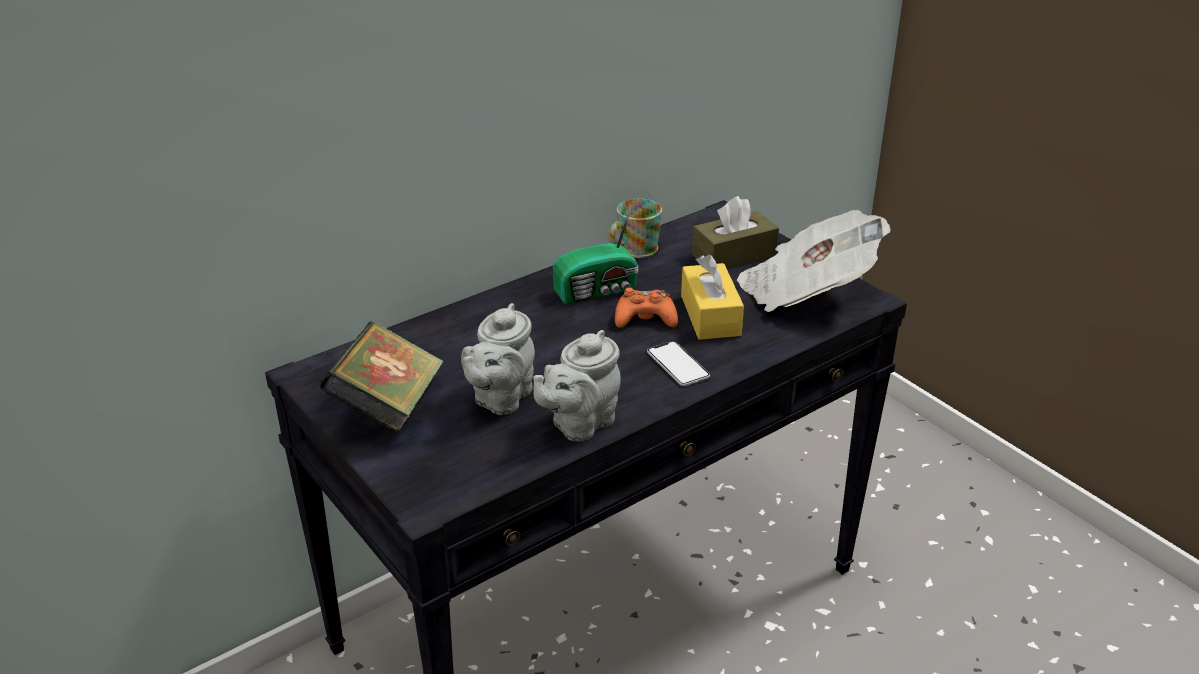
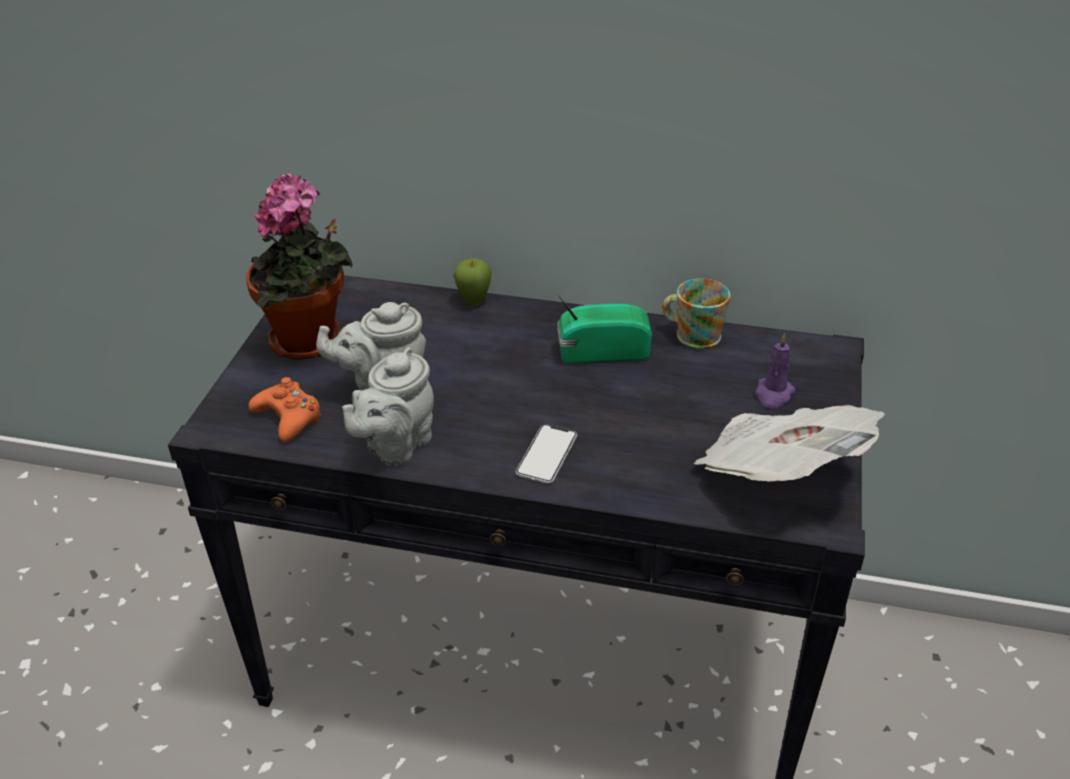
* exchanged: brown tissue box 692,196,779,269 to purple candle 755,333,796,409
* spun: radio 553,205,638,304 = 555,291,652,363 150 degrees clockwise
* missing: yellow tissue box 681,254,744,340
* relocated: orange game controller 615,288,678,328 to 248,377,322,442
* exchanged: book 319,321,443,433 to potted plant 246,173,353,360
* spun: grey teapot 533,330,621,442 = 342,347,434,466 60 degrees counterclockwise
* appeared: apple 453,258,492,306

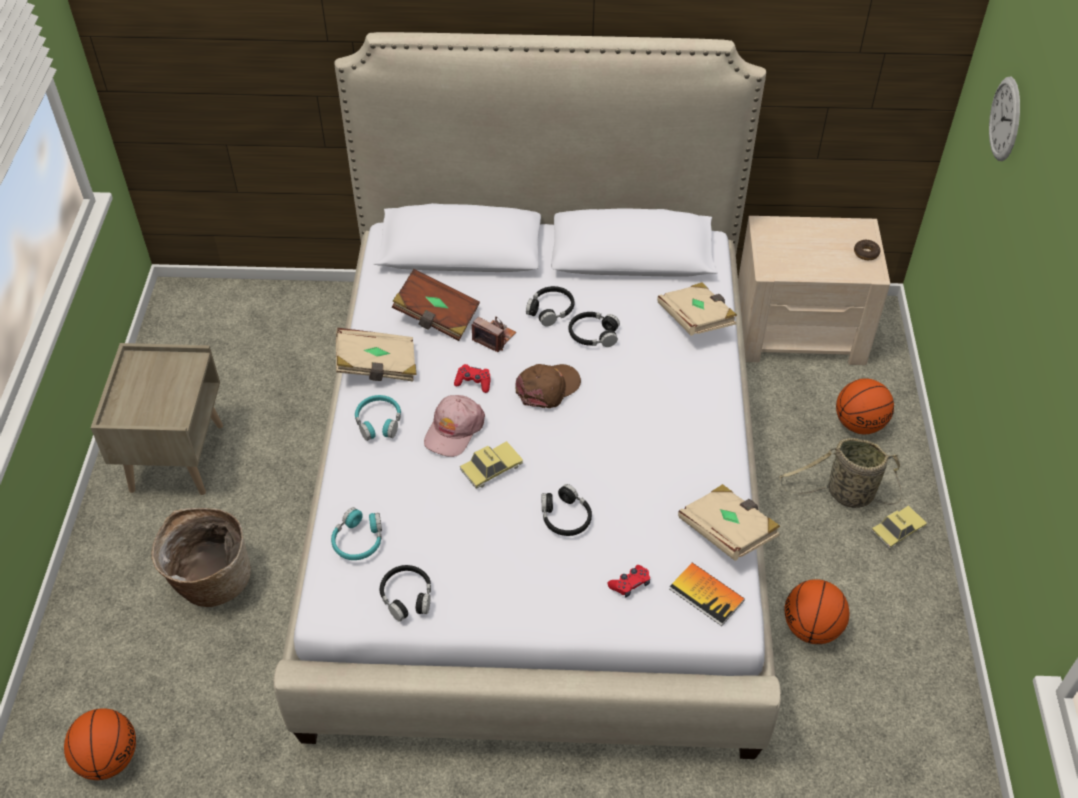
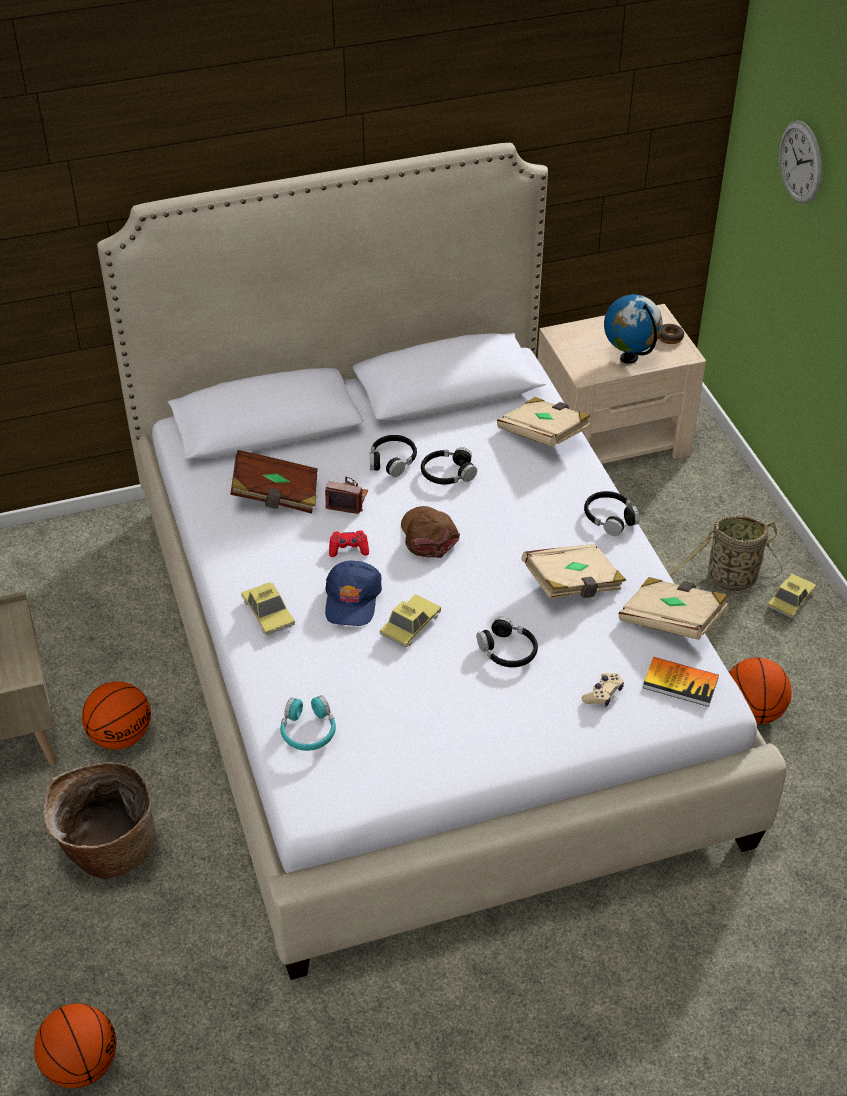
* relocated: beige book 336,328,417,382 to 522,544,626,599
* spun: brown cap 515,364,581,408 = 401,506,460,558 45 degrees counterclockwise
* relocated: basketball 836,378,894,434 to 82,681,151,750
* exchanged: turquoise headphones 355,395,401,441 to toy car 241,582,295,635
* colour: pink cap 424,395,485,457 to blue cap 325,561,382,626
* relocated: black headphones 380,565,431,622 to 584,491,639,536
* colour: red game controller 608,565,650,597 to beige game controller 582,673,624,706
* appeared: globe 604,294,663,364

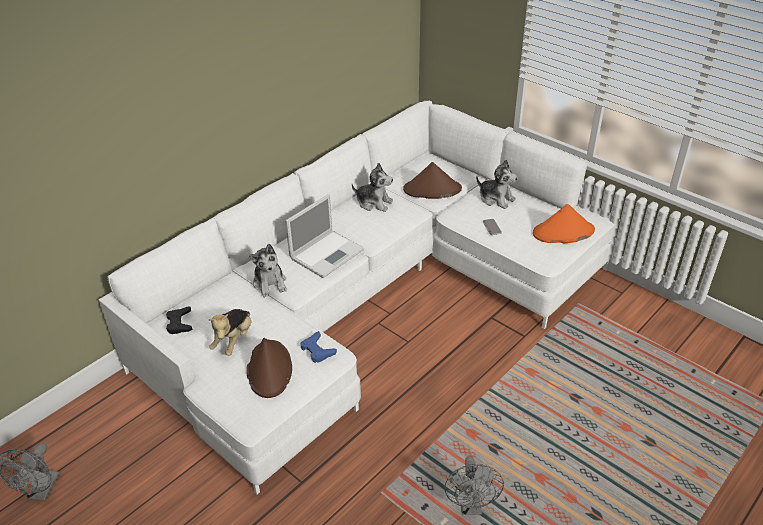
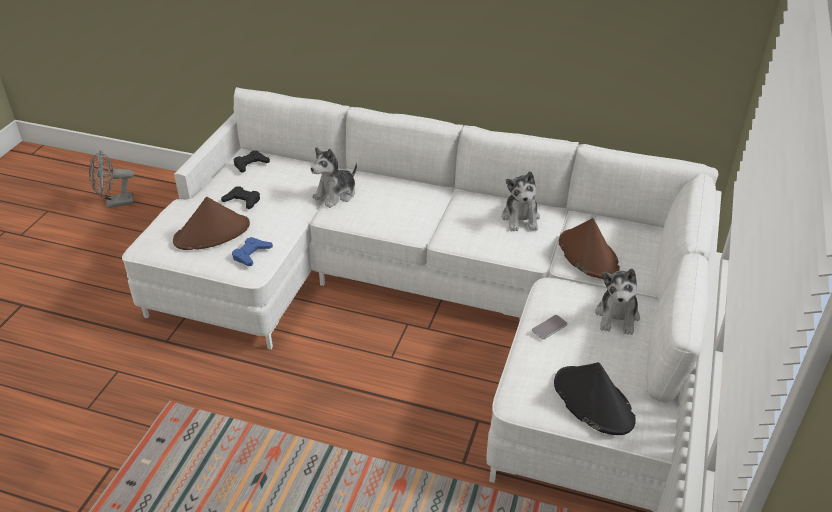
* missing: laptop 285,194,364,278
* colour: orange hat 533,204,595,243 to black hat 554,362,636,435
* exchanged: plush toy 209,309,251,356 to black game controller 221,186,260,209
* missing: grey fan 444,456,504,515

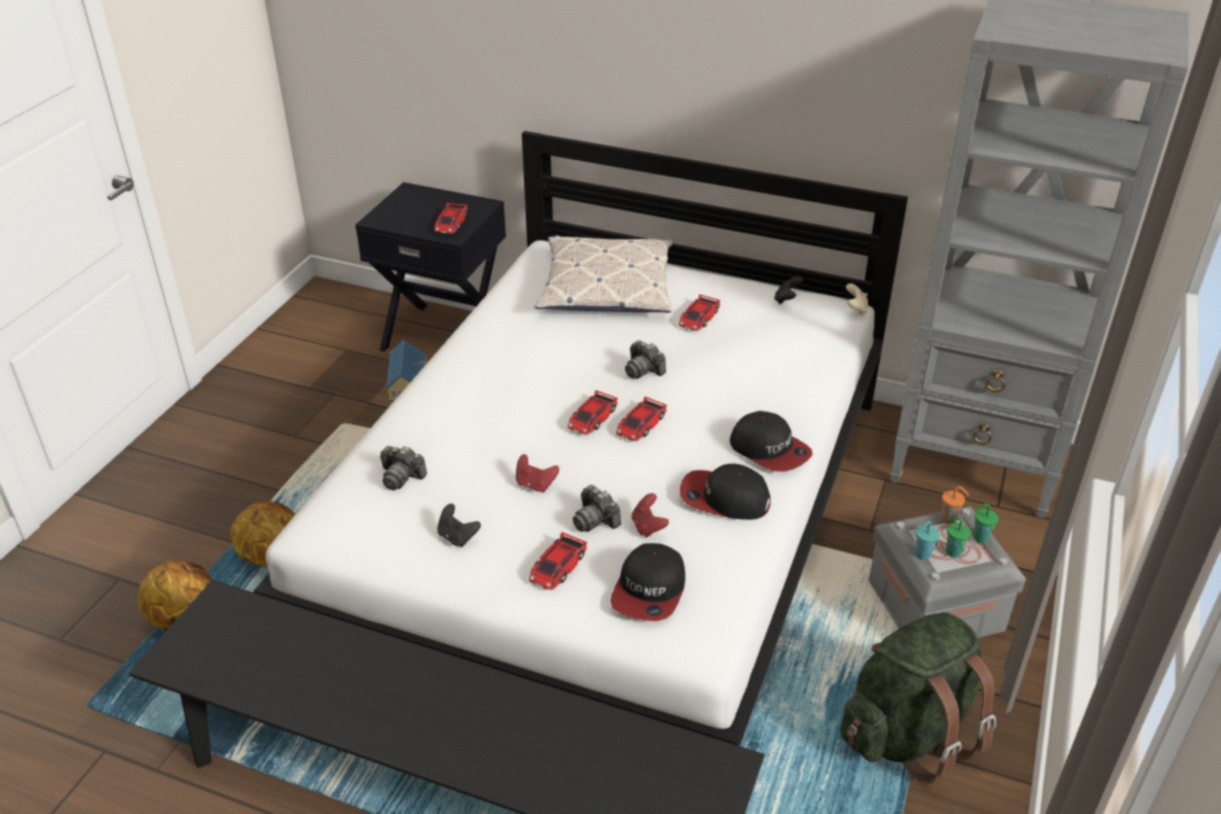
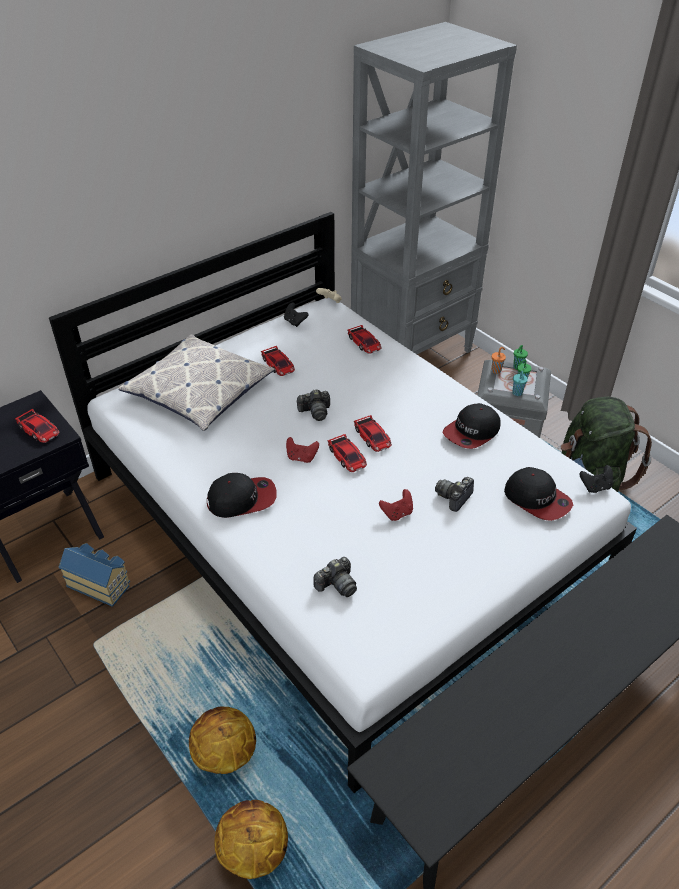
* relocated: cap 730,411,813,472 to 207,473,276,518
* spun: photo camera 573,485,621,532 = 435,477,474,512 135 degrees clockwise
* relocated: red game controller 632,493,669,538 to 286,437,319,463
* relocated: black game controller 437,504,481,547 to 580,465,613,493
* relocated: toy car 529,532,587,590 to 348,325,382,354

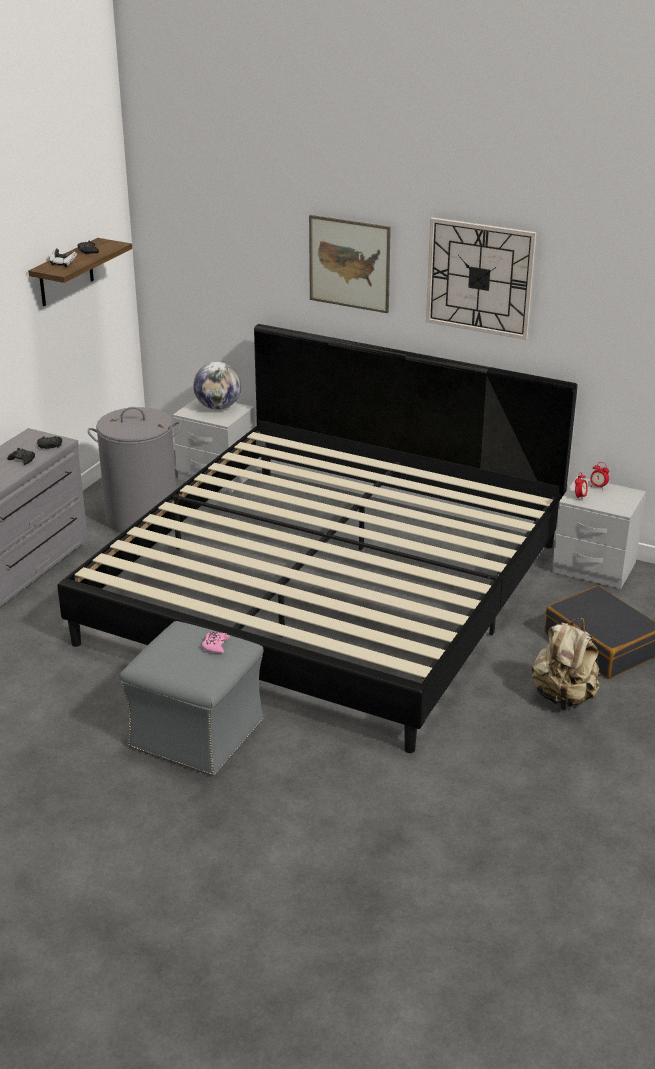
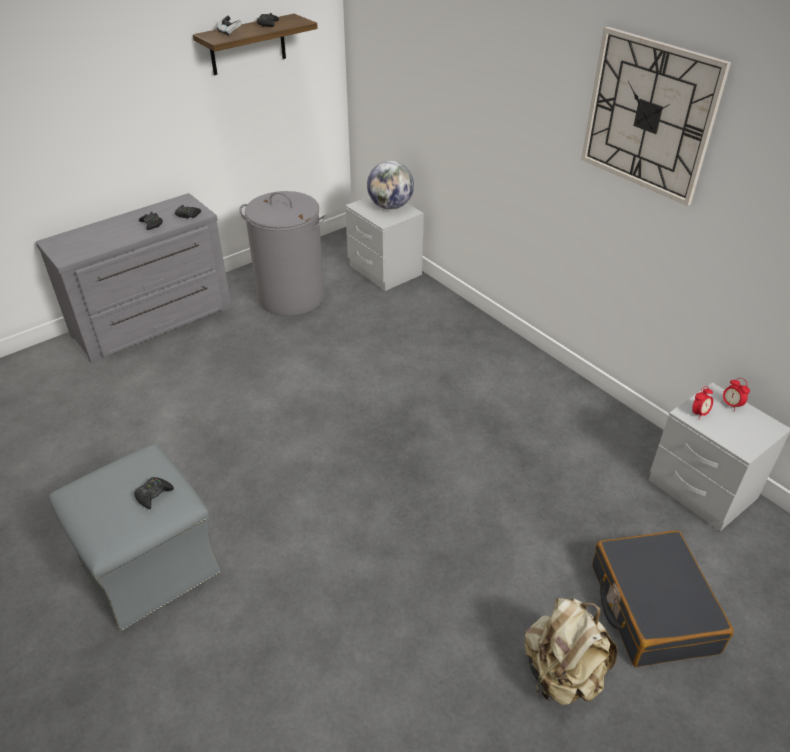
* missing: picture 309,215,391,313
* missing: bed 57,324,578,753
* colour: pink game controller 202,632,230,654 to black game controller 134,477,174,509

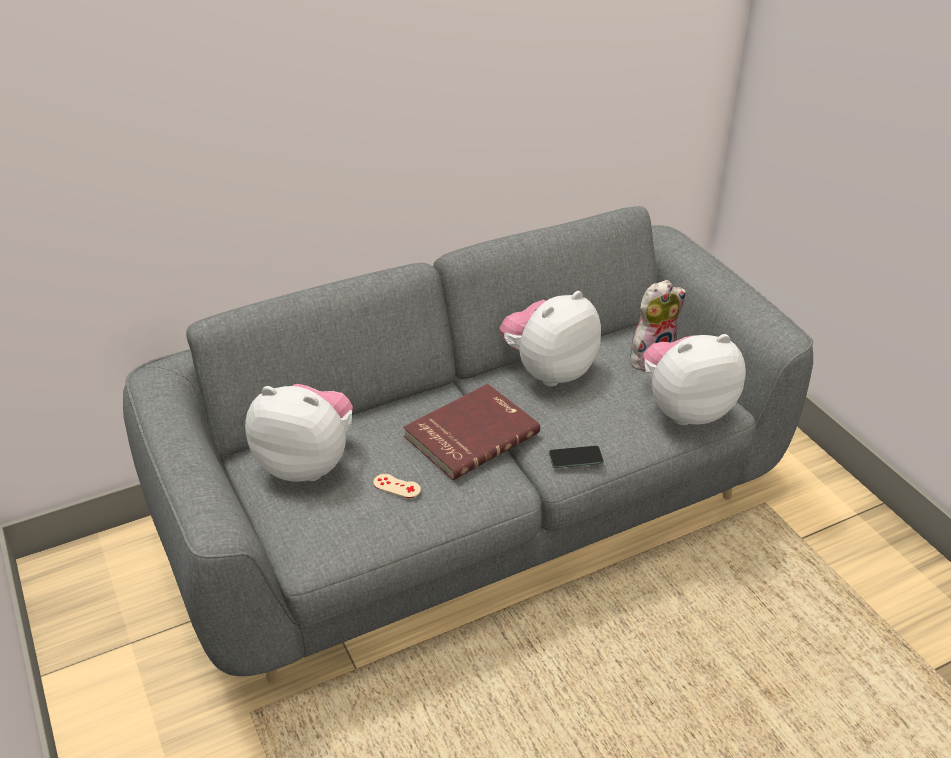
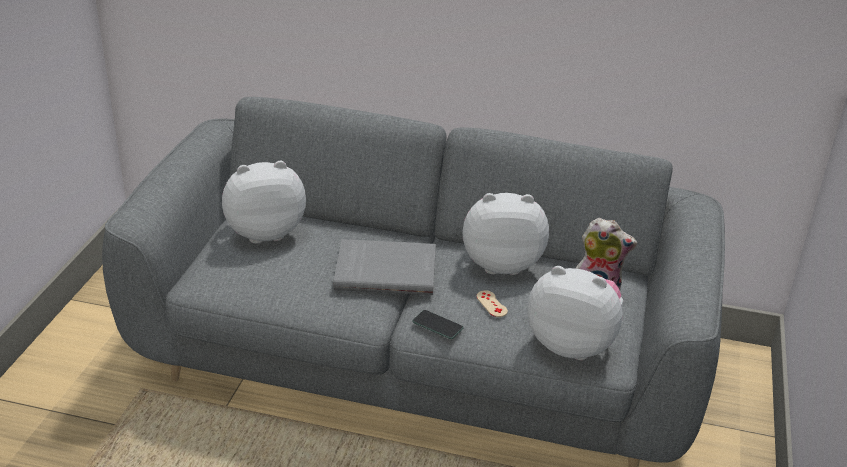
* spun: plush toy 245,384,353,482 = 222,161,306,244 75 degrees counterclockwise
* colour: red book 403,384,540,480 to grey book 333,239,436,295
* relocated: beige game controller 373,474,421,498 to 476,290,508,317

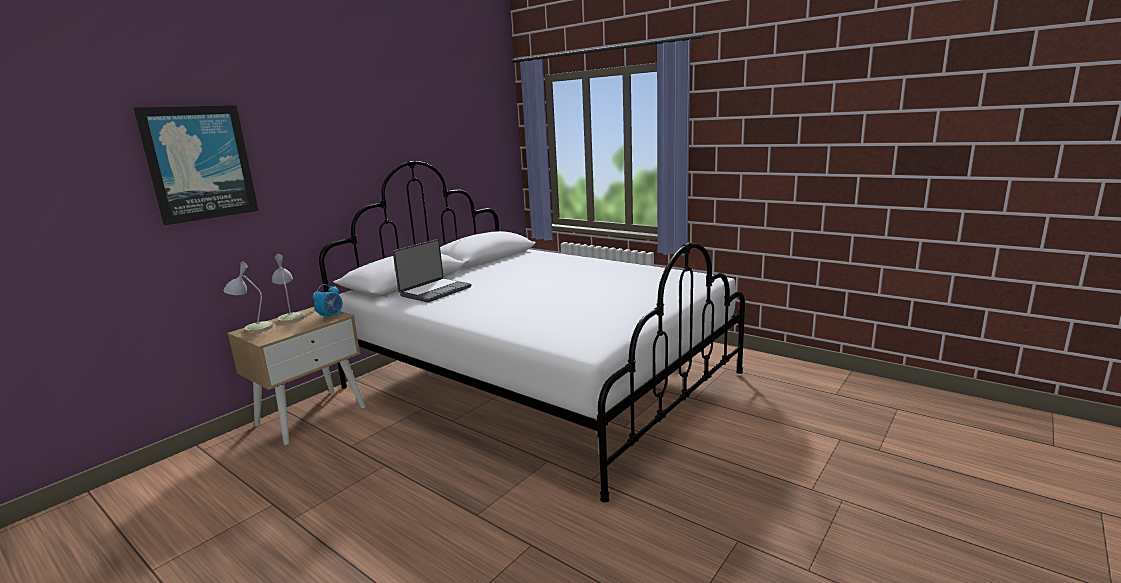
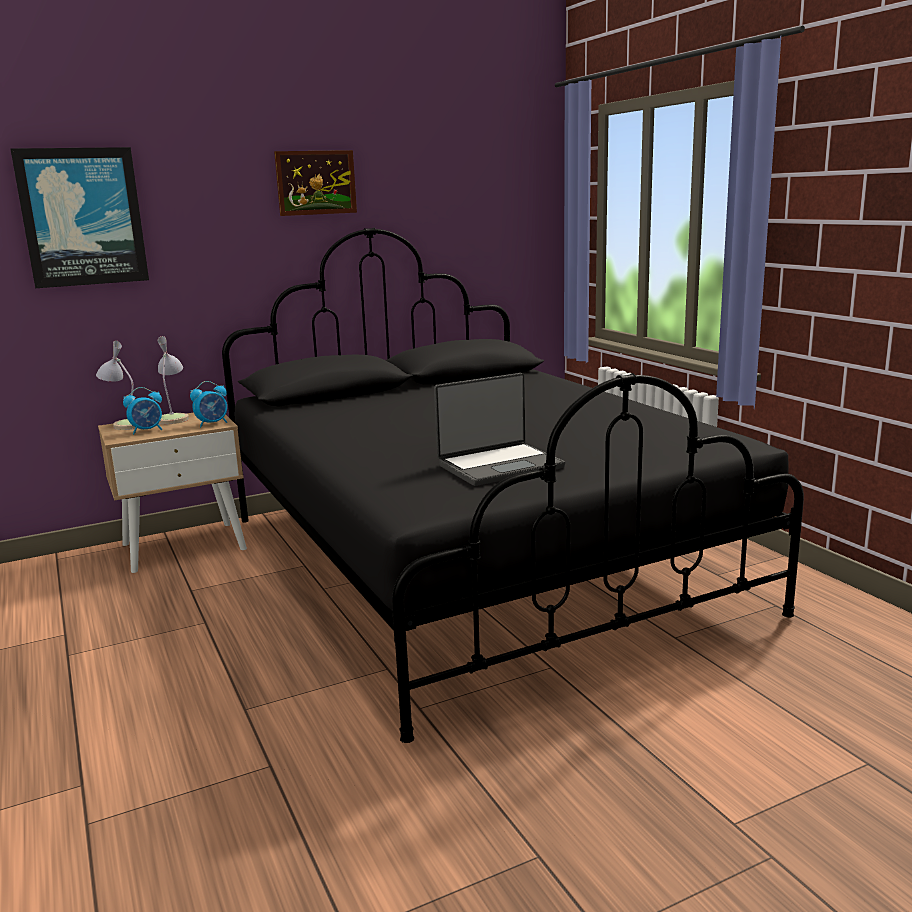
* colour: white bed 319,160,745,503 to black bed 222,228,804,743
* relocated: laptop 393,239,471,302 to 434,373,565,486
* appeared: picture 274,150,357,216
* appeared: alarm clock 123,387,162,434

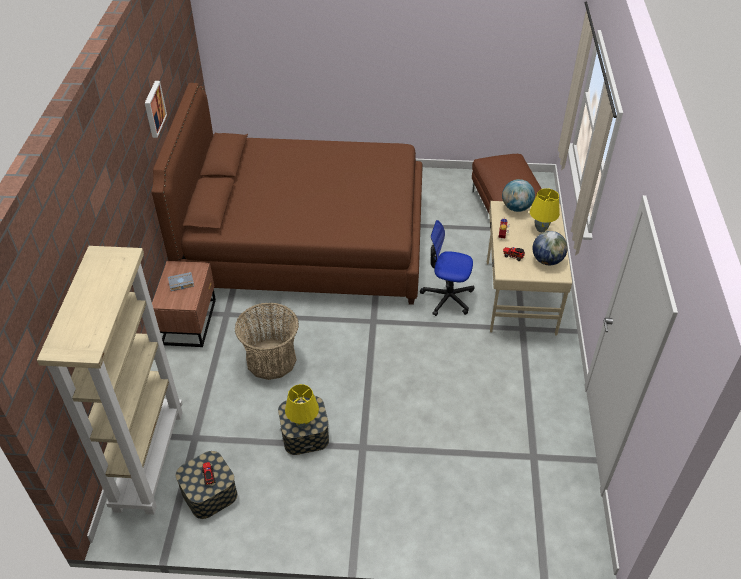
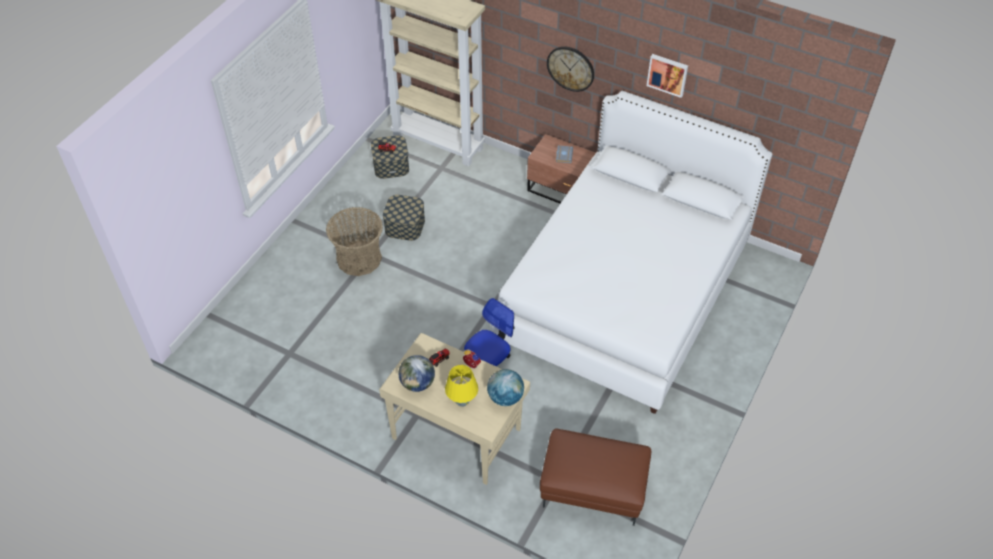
* colour: brown bed 151,83,423,305 to white bed 491,91,772,414
* relocated: basket 235,302,299,380 to 326,207,383,276
* missing: yellow table lamp 285,384,319,429
* appeared: wall clock 547,46,594,92

